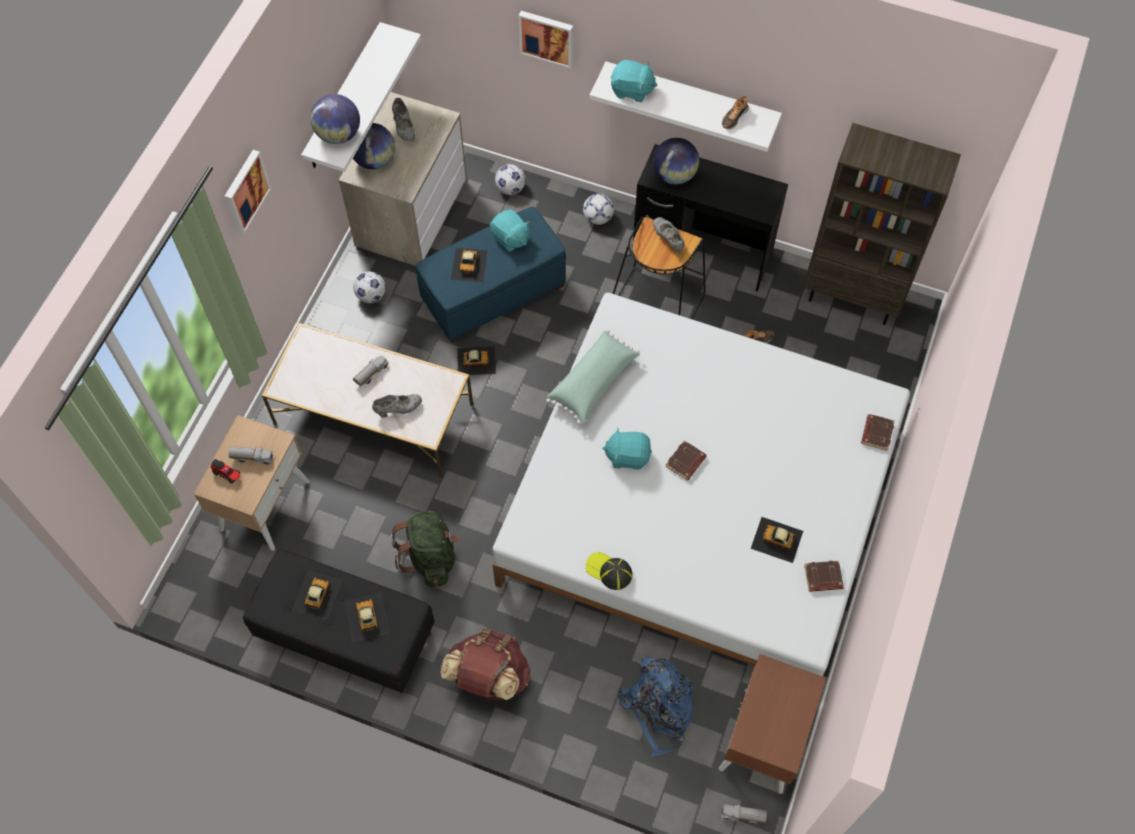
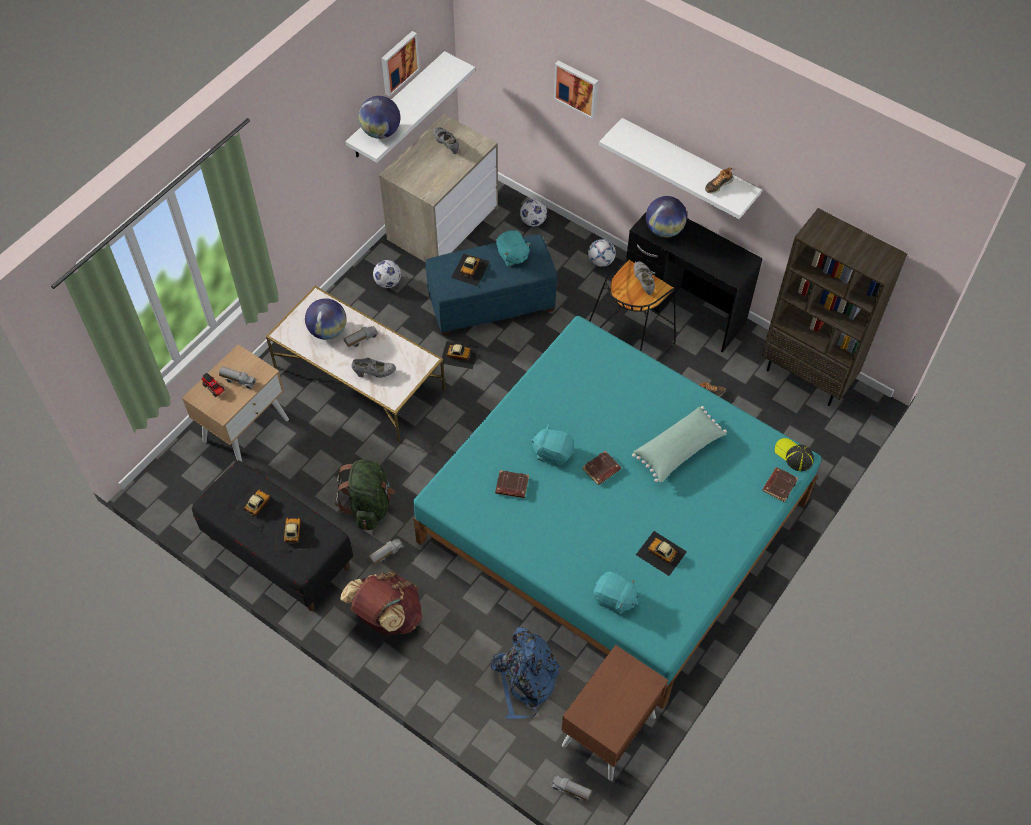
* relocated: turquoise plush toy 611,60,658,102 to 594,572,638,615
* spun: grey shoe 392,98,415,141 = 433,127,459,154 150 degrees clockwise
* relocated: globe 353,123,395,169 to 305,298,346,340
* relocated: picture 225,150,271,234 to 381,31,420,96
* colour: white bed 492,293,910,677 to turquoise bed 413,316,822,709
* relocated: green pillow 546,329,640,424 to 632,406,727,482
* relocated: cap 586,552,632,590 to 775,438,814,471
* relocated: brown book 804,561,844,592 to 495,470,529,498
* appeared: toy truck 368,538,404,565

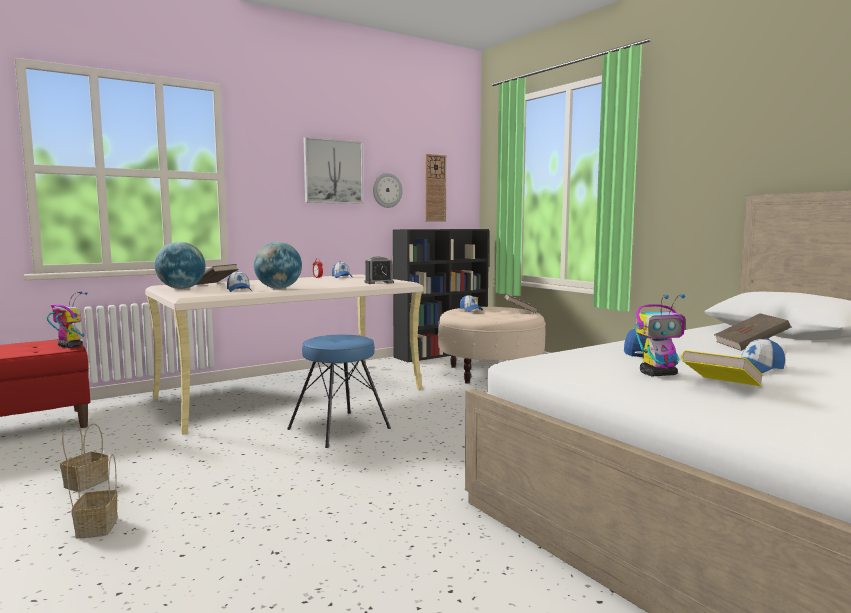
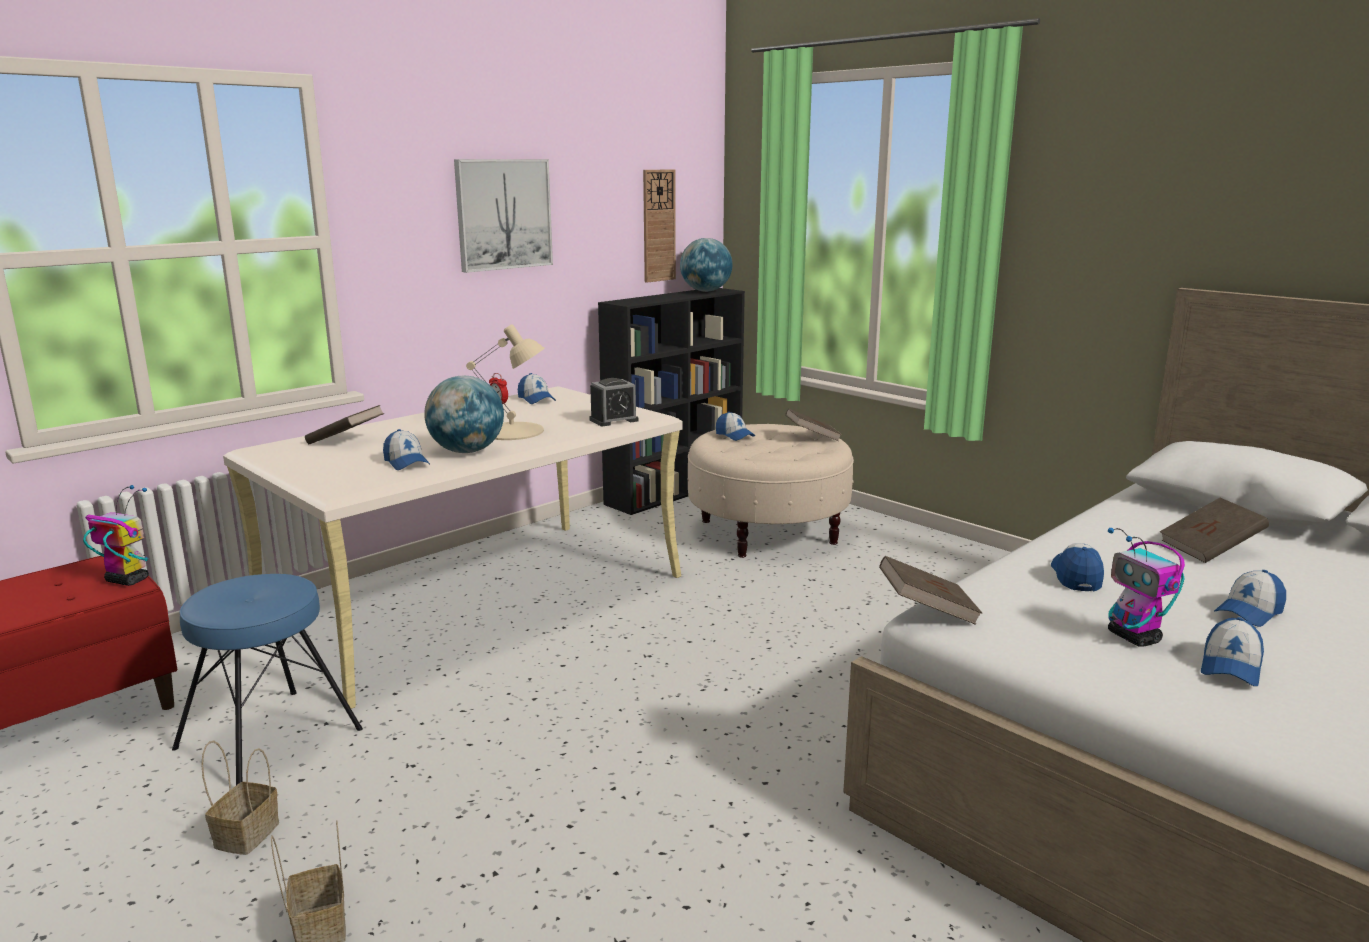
* missing: wall clock 373,173,403,208
* relocated: globe 155,242,206,289 to 680,238,733,292
* spun: toy robot 635,294,685,376 = 1108,528,1185,647 90 degrees clockwise
* relocated: blue stool 287,335,391,448 to 172,574,363,785
* exchanged: yellow book 681,350,763,386 to cap 1201,617,1264,686
* appeared: beige table lamp 466,324,545,440
* appeared: brown book 879,556,982,625

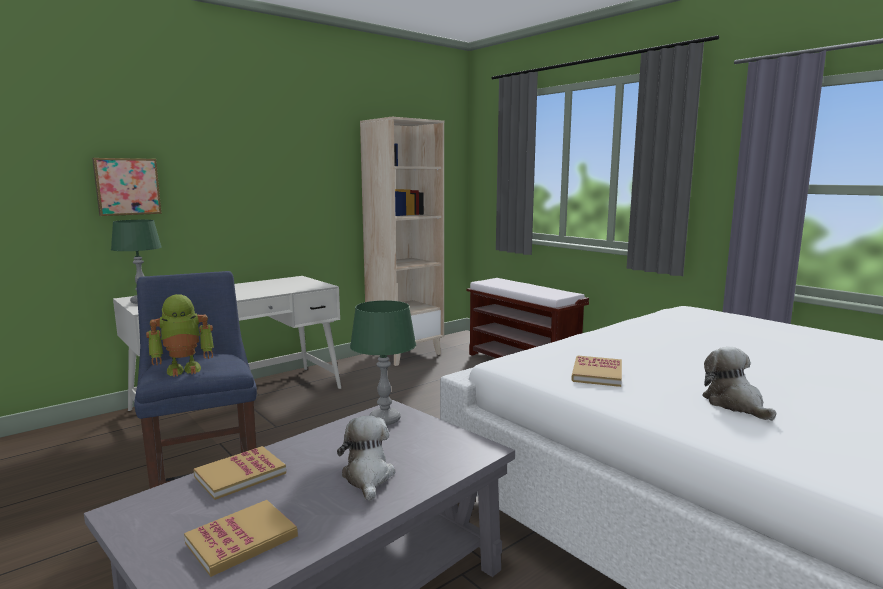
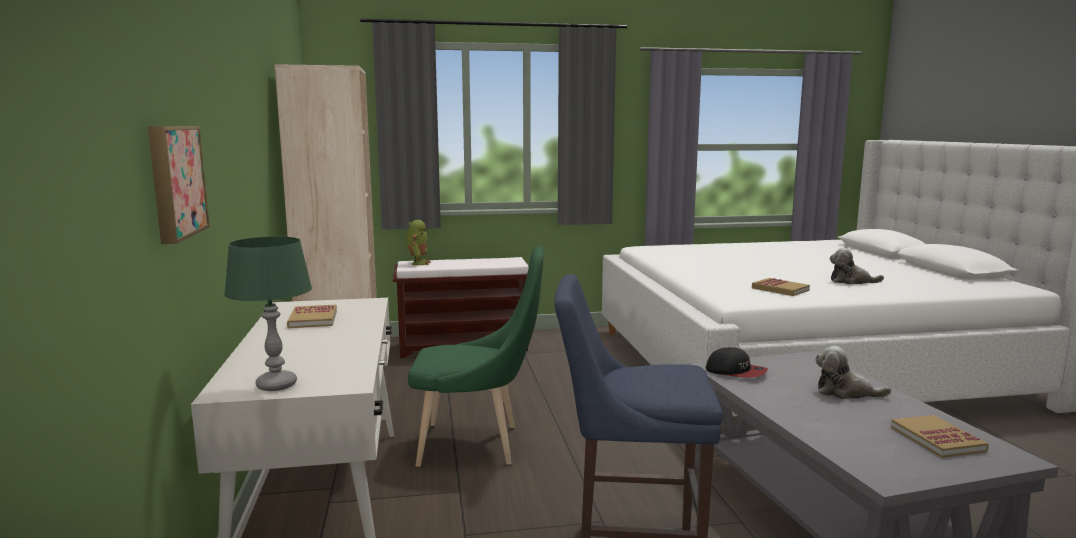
* relocated: toy robot 146,294,214,377 to 406,220,431,265
* exchanged: green table lamp 350,300,416,425 to cap 706,347,768,378
* relocated: book 193,446,286,500 to 287,305,337,328
* appeared: green chair 408,246,544,467

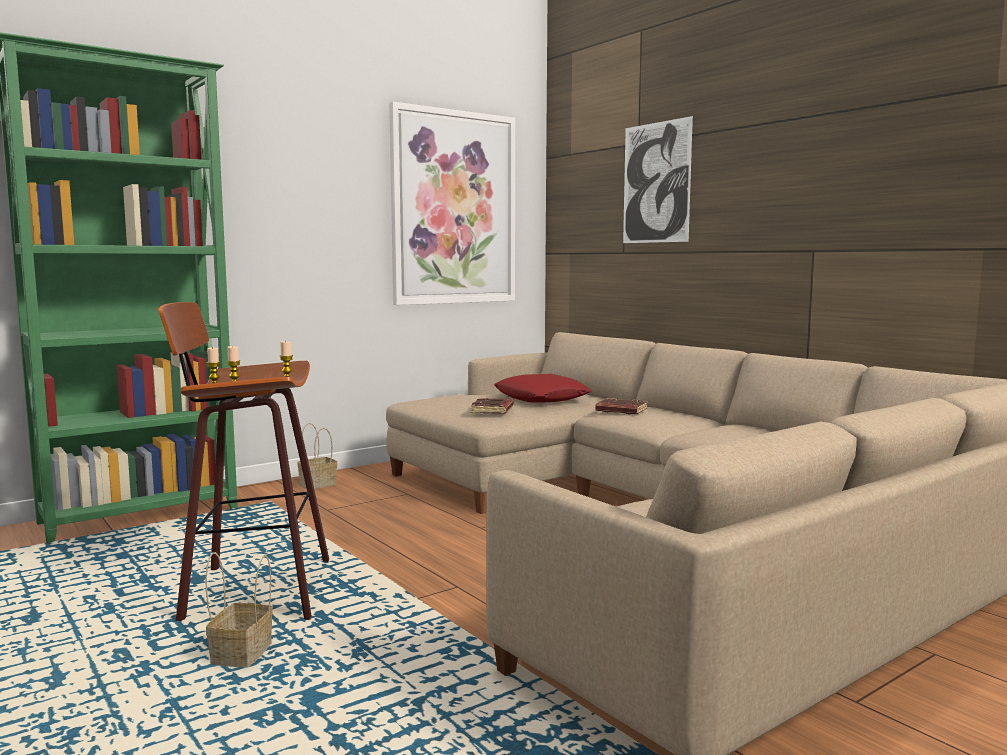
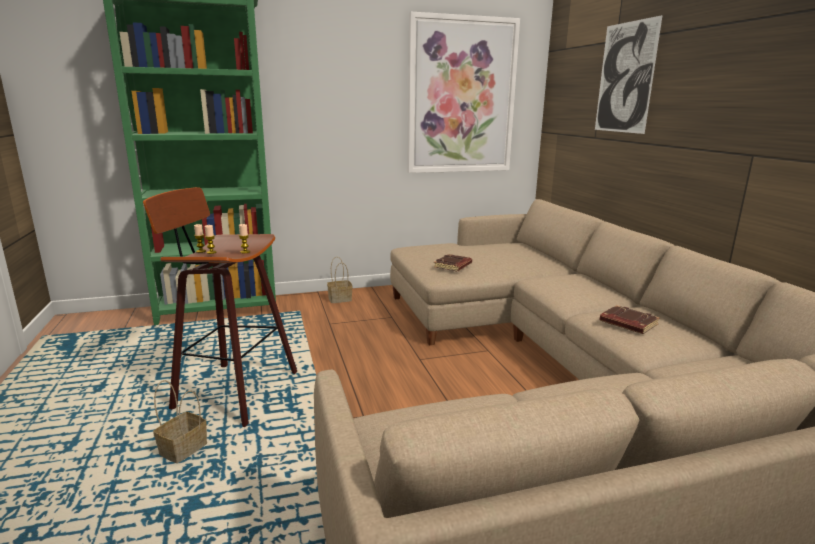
* missing: red pillow 494,374,591,403
* relocated: brown book 595,398,648,414 to 600,305,660,334

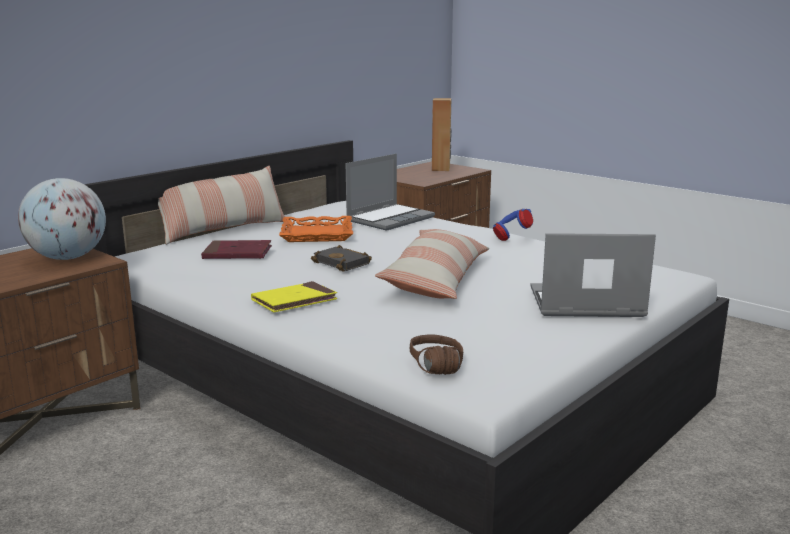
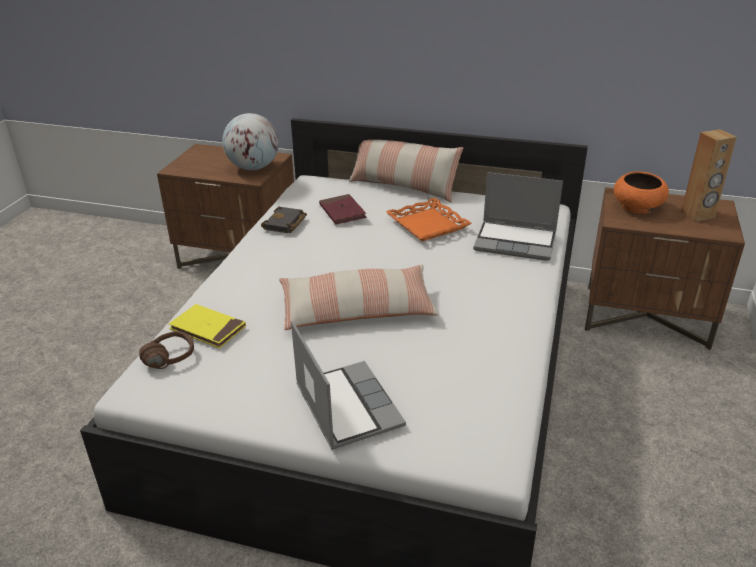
* missing: blue headphones 493,209,533,241
* relocated: black book 311,245,372,271 to 261,206,307,233
* relocated: yellow book 251,281,337,312 to 169,304,246,348
* appeared: orange bowl 614,171,669,214

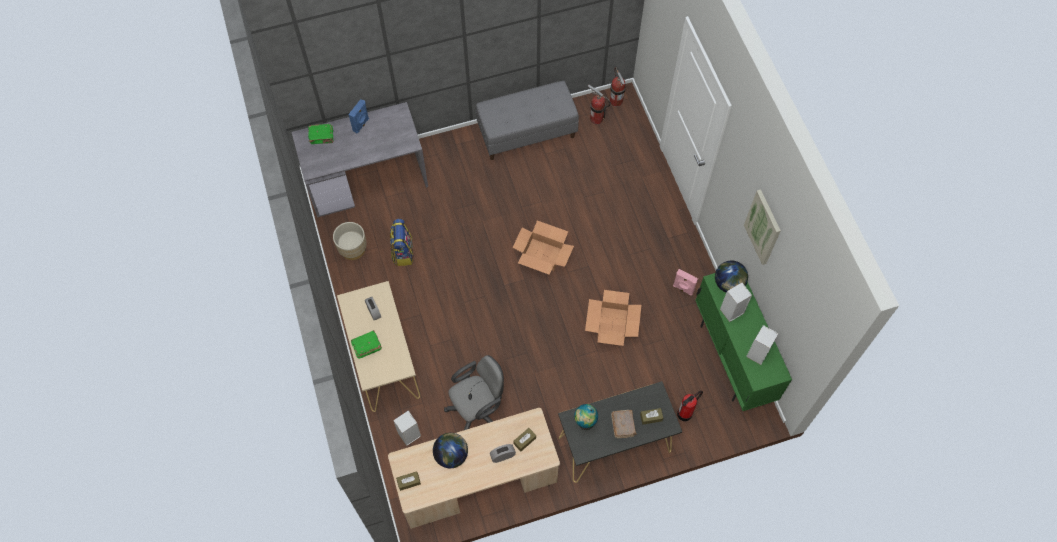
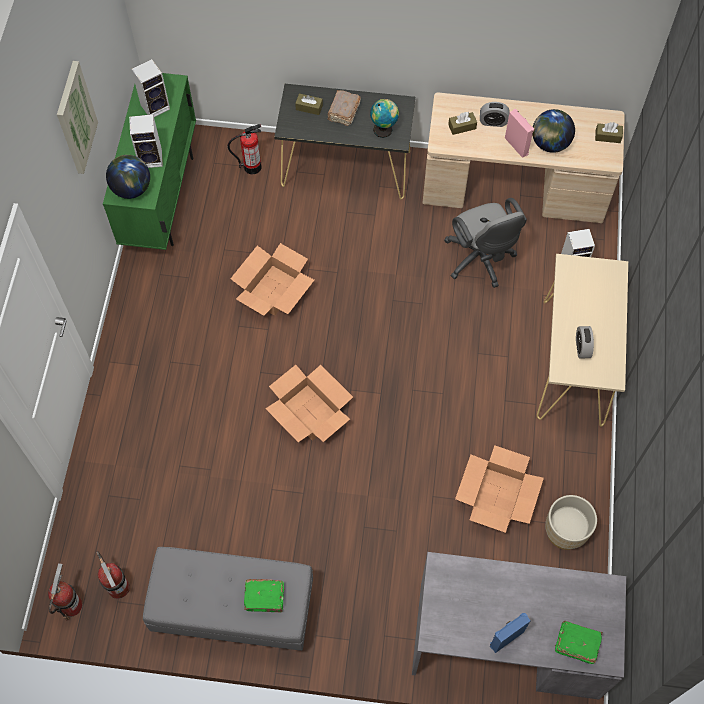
* exchanged: backpack 390,219,413,266 to cardboard box 455,445,544,533
* relocated: pink speaker 673,269,698,296 to 505,109,534,158
* relocated: green book 351,330,382,359 to 244,579,285,613
* spun: grey office chair 444,355,504,430 = 444,198,527,288 105 degrees counterclockwise

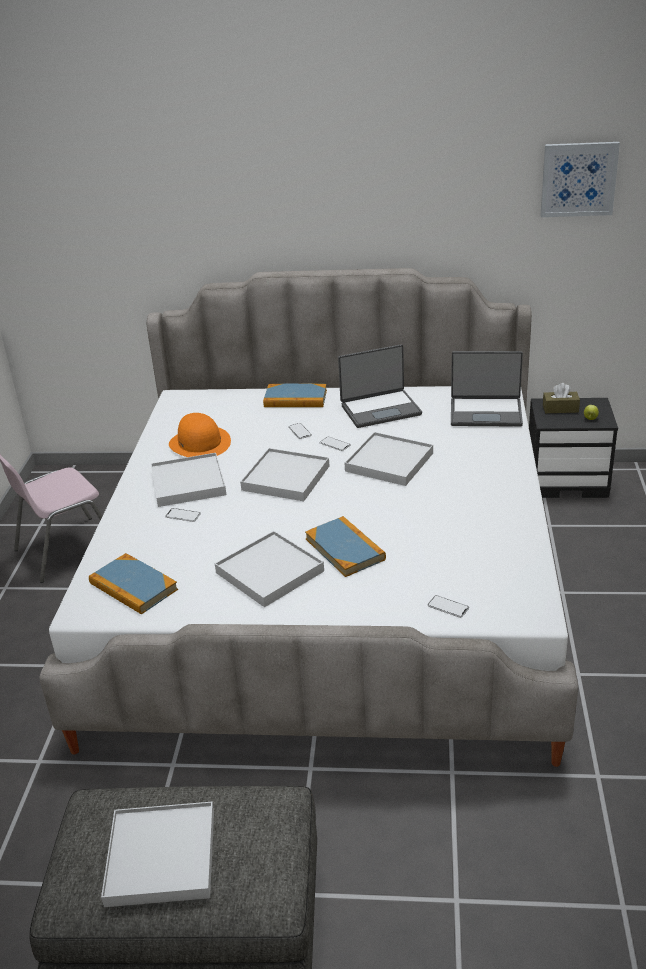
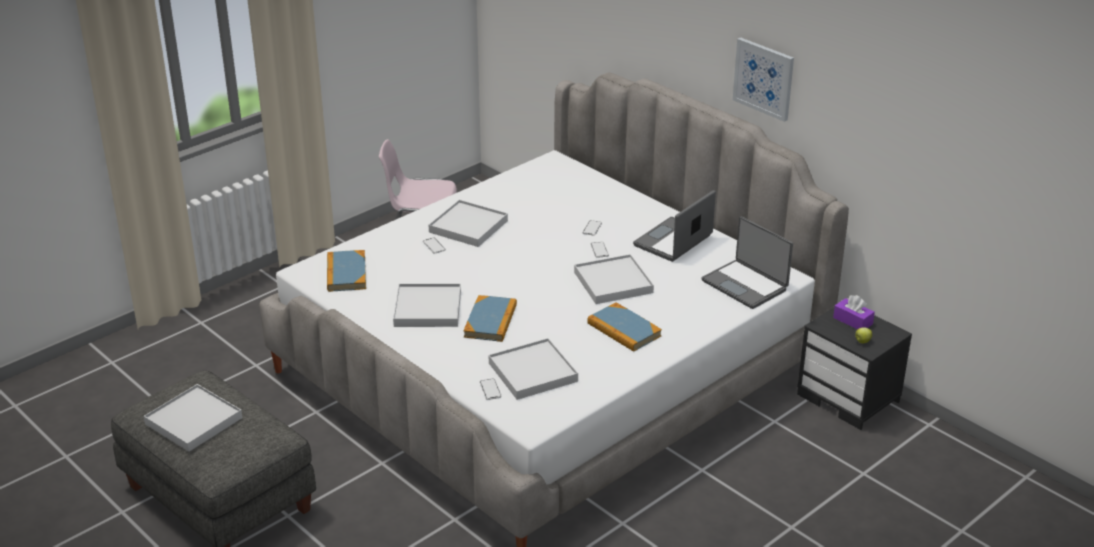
* relocated: picture 541,142,620,217 to 733,37,794,122
* spun: laptop 338,344,422,428 = 633,190,716,262 105 degrees clockwise
* relocated: book 263,383,327,407 to 587,302,662,352
* colour: brown tissue box 543,383,580,413 to purple tissue box 833,295,875,330
* missing: orange hat 169,413,231,457
* relocated: white tray 240,448,329,501 to 489,338,578,400

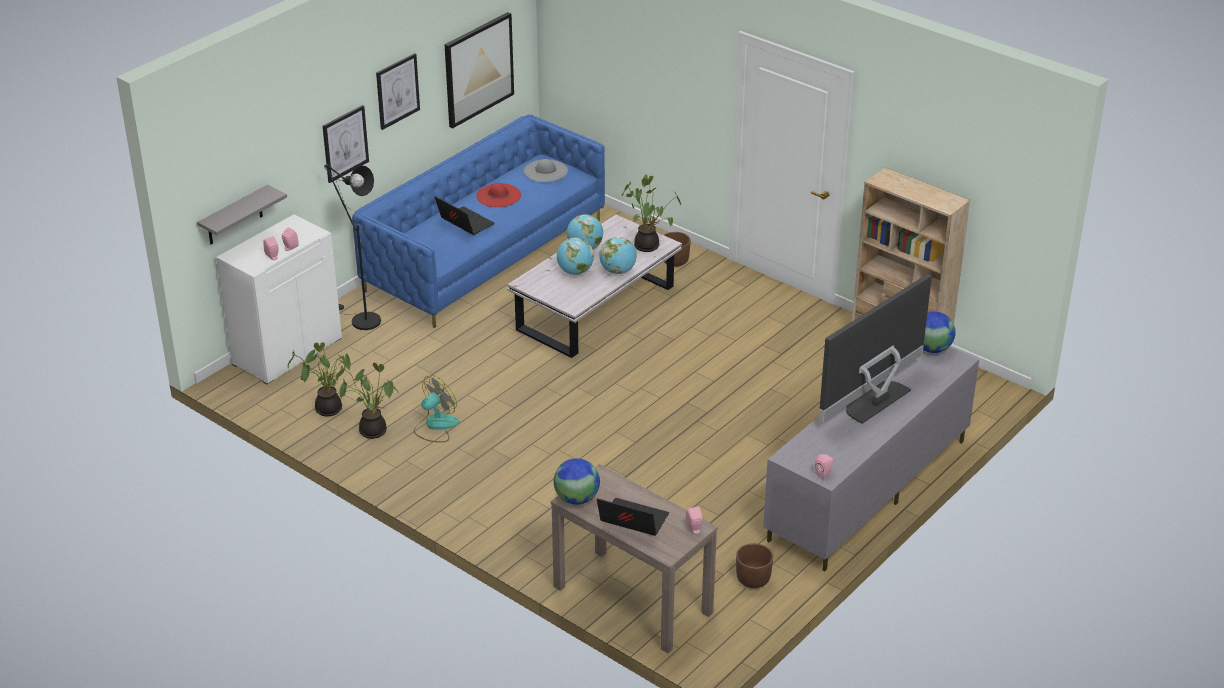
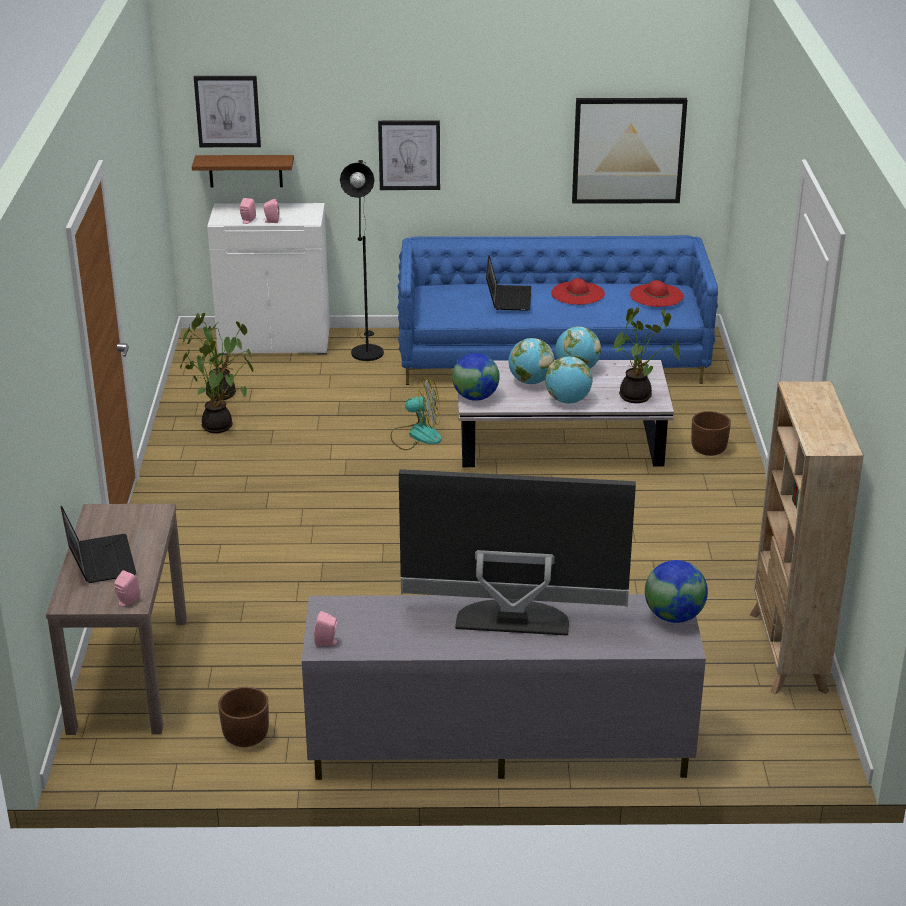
* relocated: picture 376,53,420,130 to 194,76,261,147
* colour: grey hat 524,159,568,182 to red hat 630,280,684,307
* colour: grey shelf 197,185,287,244 to brown shelf 192,155,294,187
* relocated: fan 414,375,459,442 to 390,377,442,450
* relocated: globe 554,458,600,505 to 452,353,500,401

